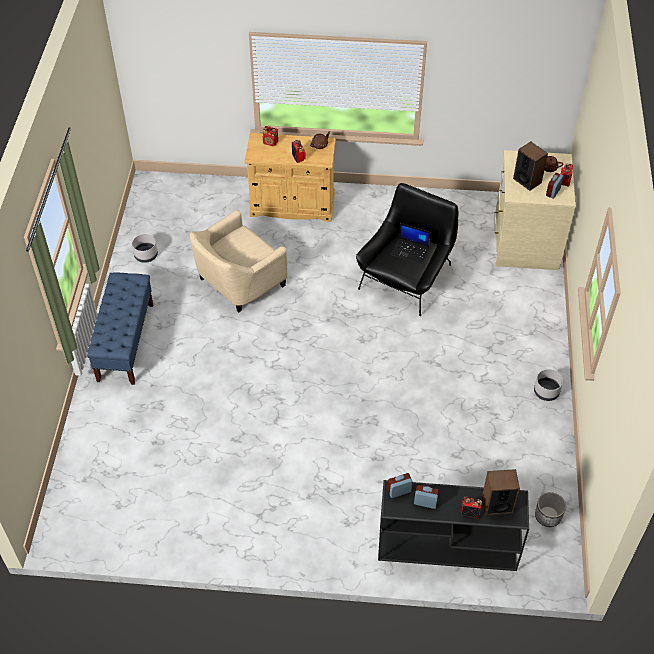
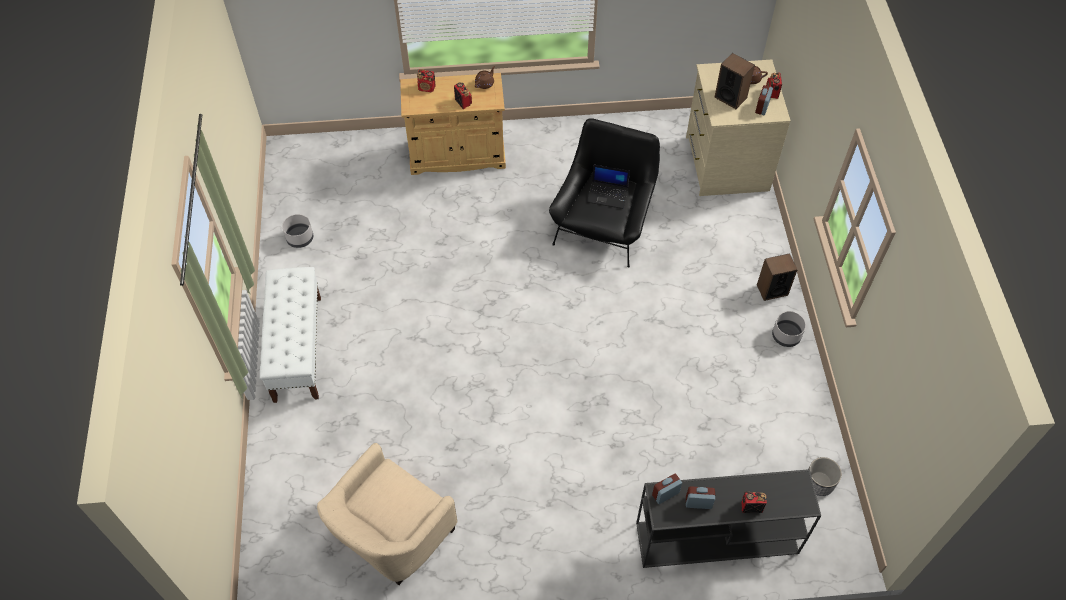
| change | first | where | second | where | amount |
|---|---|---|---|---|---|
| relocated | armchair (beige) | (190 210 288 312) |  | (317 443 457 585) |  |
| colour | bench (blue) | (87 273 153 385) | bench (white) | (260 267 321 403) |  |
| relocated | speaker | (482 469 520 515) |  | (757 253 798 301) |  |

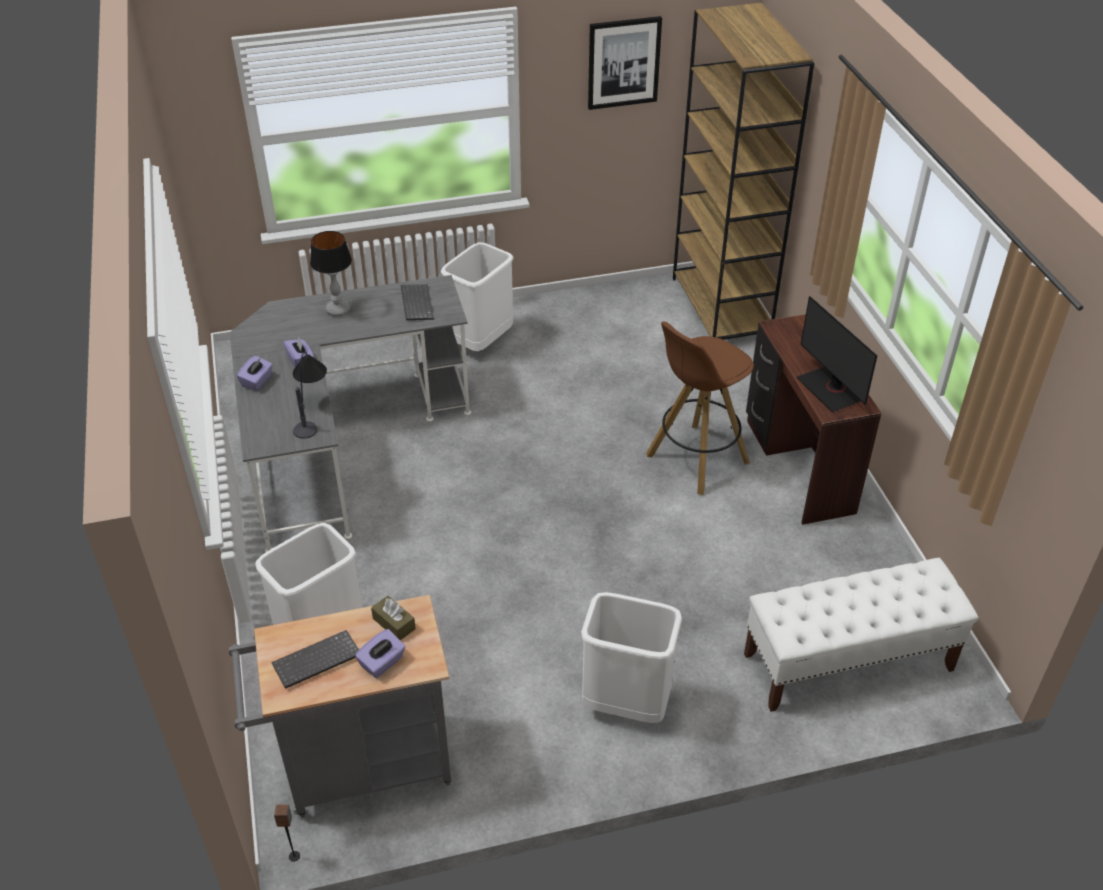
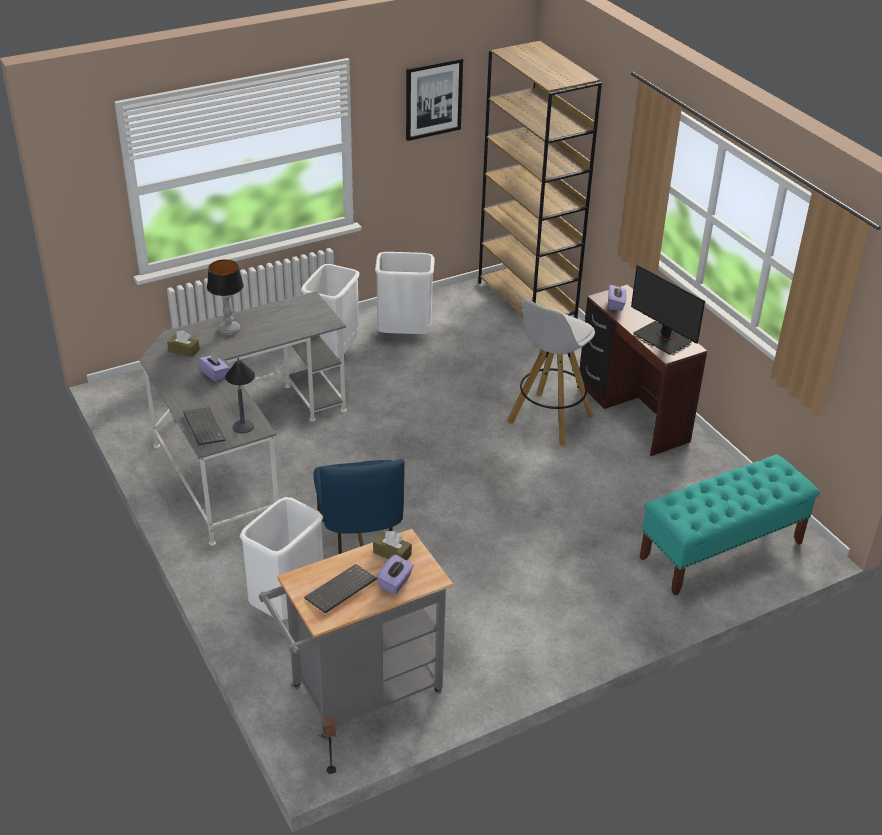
| change | first | where | second | where | amount |
|---|---|---|---|---|---|
| relocated | keyboard | (401 284 434 320) |  | (183 407 225 445) |  |
| colour | stool (brown) | (646 321 754 495) | stool (white) | (507 299 595 446) |  |
| relocated | tissue box (purple) | (237 355 273 391) |  | (608 285 626 311) |  |
| colour | bench (white) | (744 558 978 712) | bench (turquoise) | (639 454 820 595) |  |
| relocated | trash can (white) | (581 592 682 723) |  | (375 252 435 334) |  |
| appeared |  |  | tissue box (brown) | (167 330 200 357) |  |
| appeared |  |  | chair (blue) | (314 459 405 554) |  |

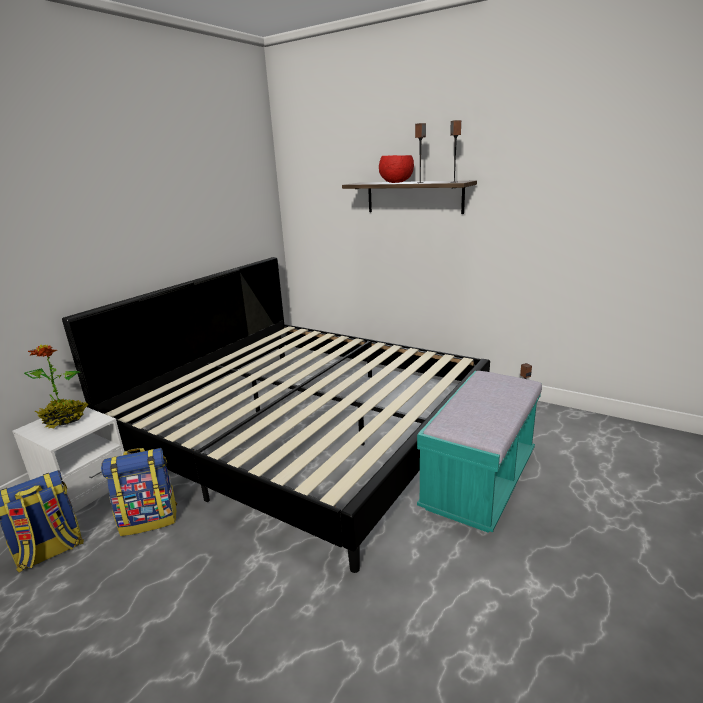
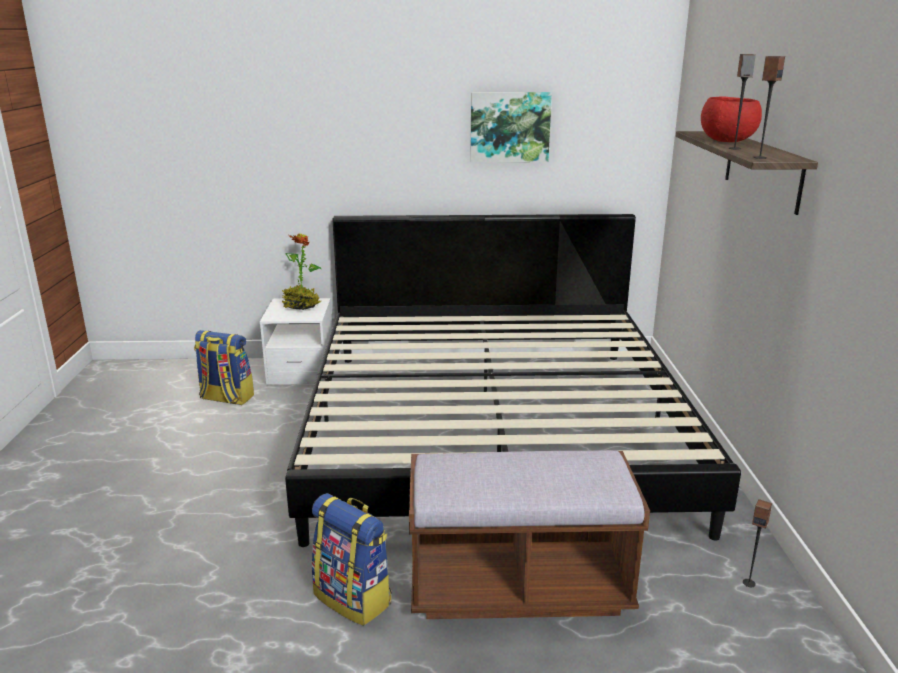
| change | first | where | second | where | amount |
|---|---|---|---|---|---|
| colour | bench (turquoise) | (417 371 542 533) | bench (brown) | (409 450 650 619) |  |
| relocated | backpack | (101 448 177 536) |  | (312 493 392 626) |  |
| appeared |  |  | picture | (470 92 552 163) |  |

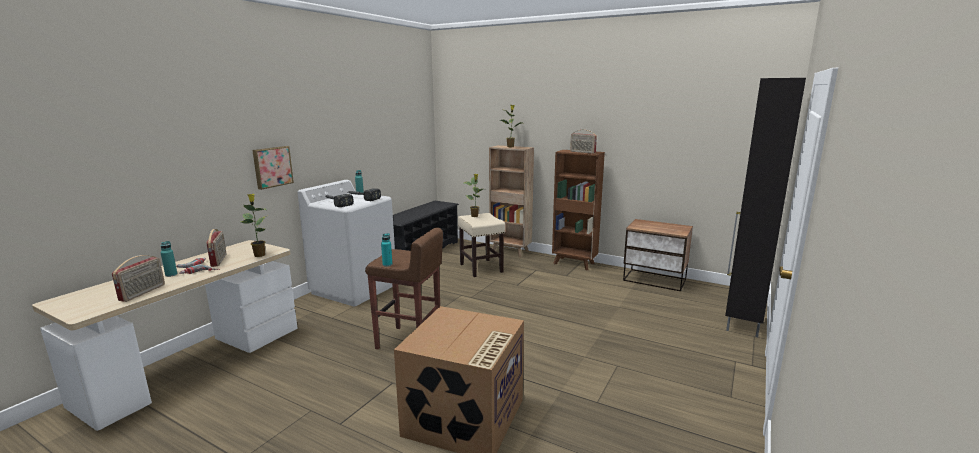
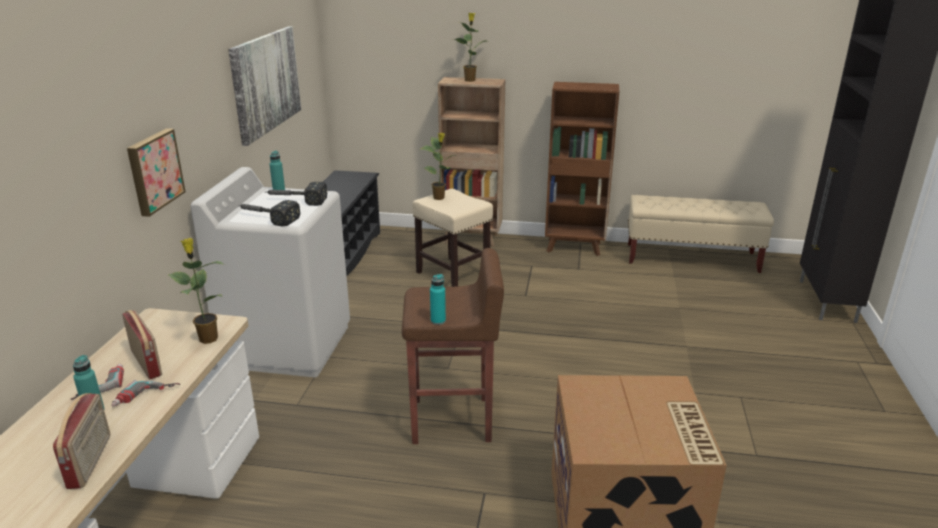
| change | first | where | second | where | amount |
|---|---|---|---|---|---|
| missing | radio | (570 130 597 154) |  |  |  |
| exchanged | nightstand | (623 219 693 291) | bench (beige) | (628 195 774 273) |  |
| appeared |  |  | picture | (228 26 301 146) |  |

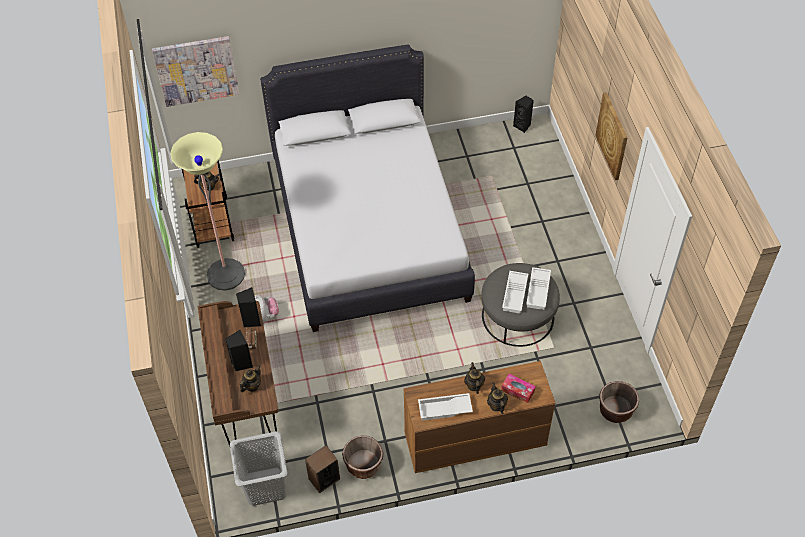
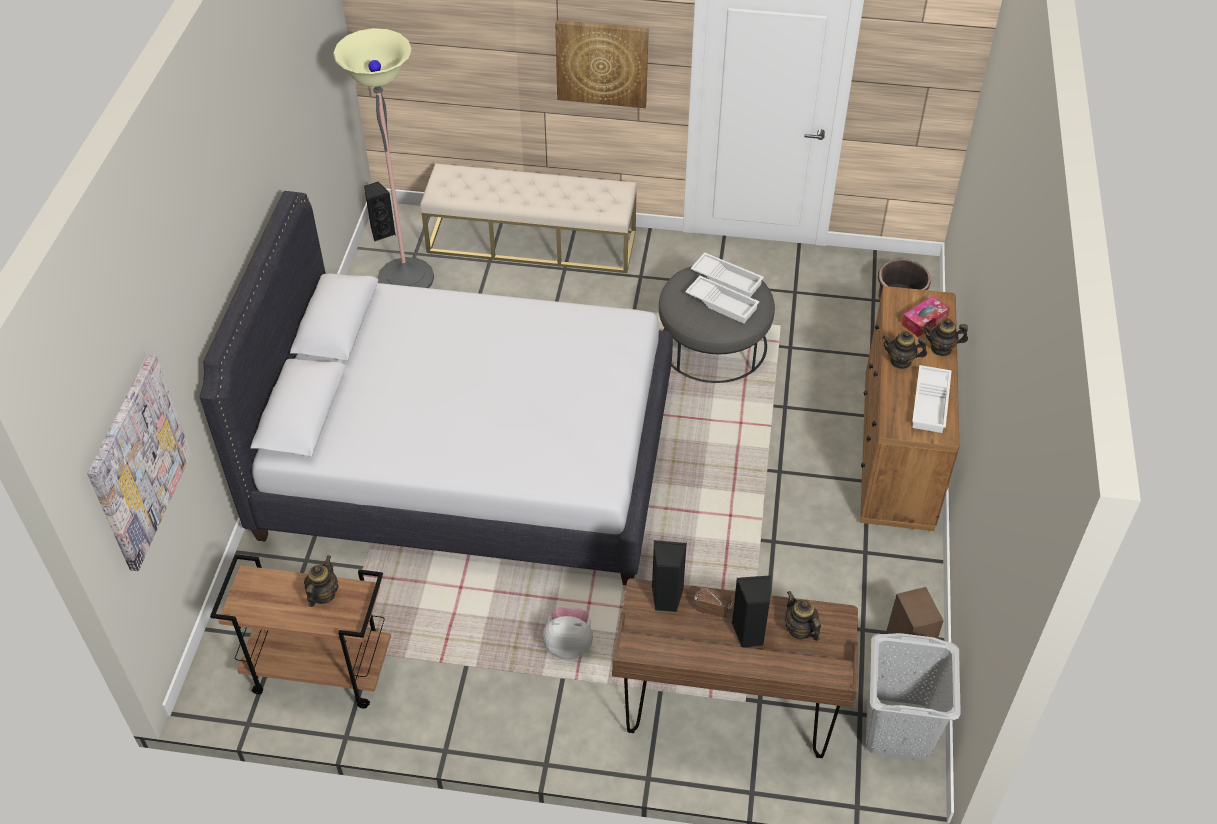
| change | first | where | second | where | amount |
|---|---|---|---|---|---|
| relocated | floor lamp | (170 132 245 291) |  | (333 28 434 288) |  |
| missing | planter (brown) | (342 436 383 479) |  |  |  |
| appeared |  |  | bench (beige) | (420 164 637 273) |  |

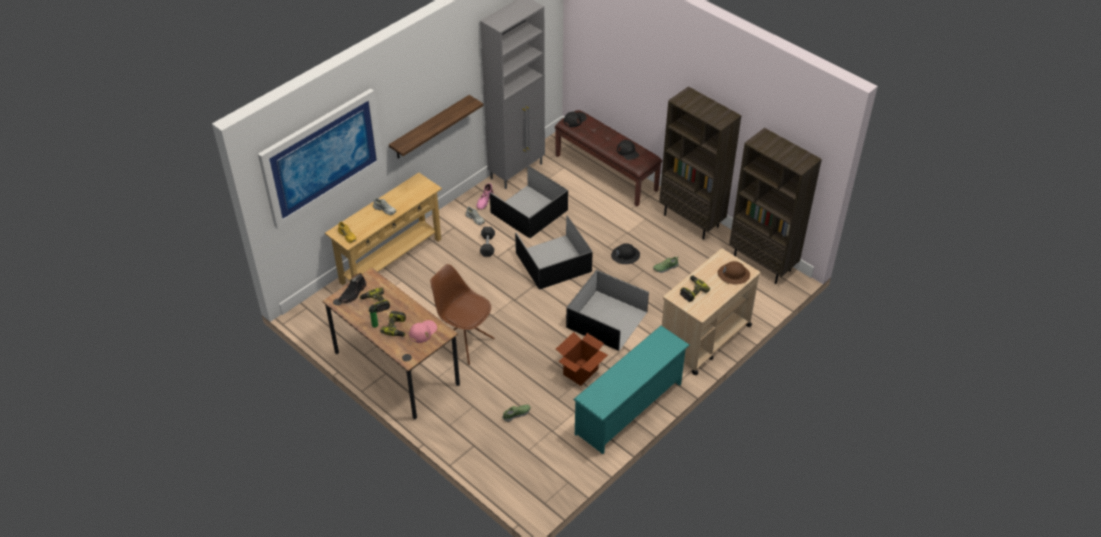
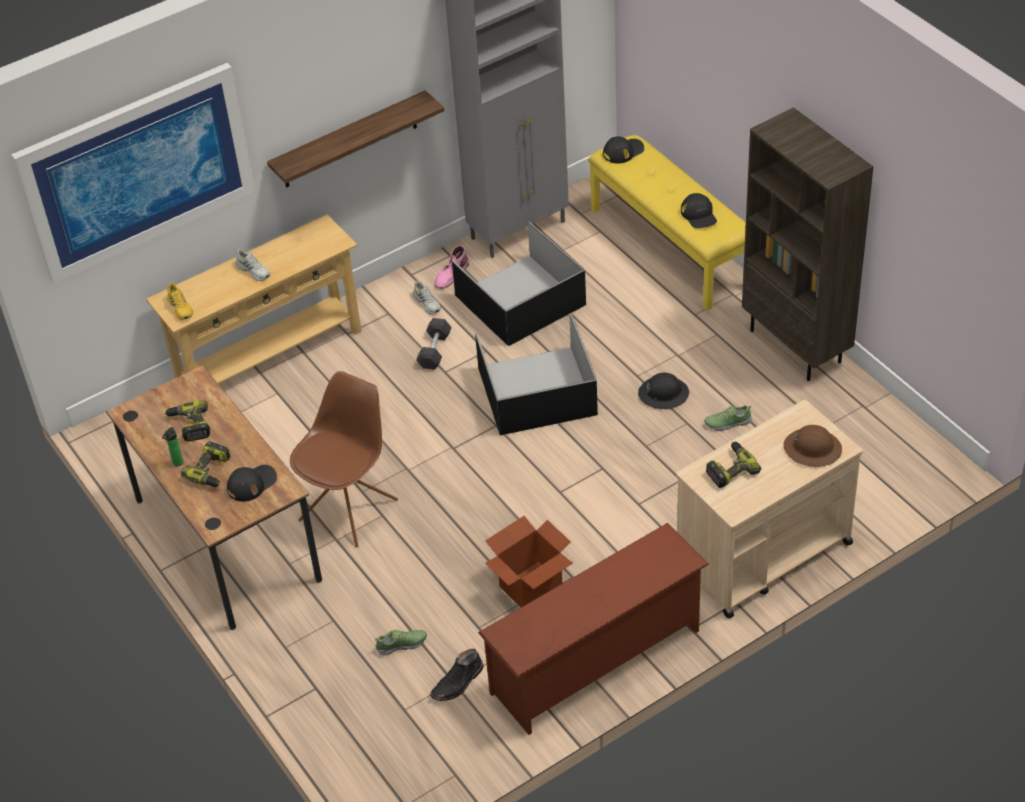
| change | first | where | second | where | amount |
|---|---|---|---|---|---|
| colour | bench (brown) | (555 110 662 206) | bench (yellow) | (588 135 746 311) |  |
| missing | bookcase (brown) | (729 128 822 284) |  |  |  |
| spun | chair (brown) | (430 264 494 365) |  | (290 371 398 547) | 75 degrees clockwise |
| missing | storage box (black) | (566 269 649 351) |  |  |  |
| relocated | boot (black) | (338 273 366 303) |  | (430 649 483 701) |  |
| colour | cap (pink) | (409 320 437 343) | cap (black) | (227 465 277 502) |  |
| colour | shoe rack (turquoise) | (573 326 690 454) | shoe rack (brown) | (478 523 709 735) |  |

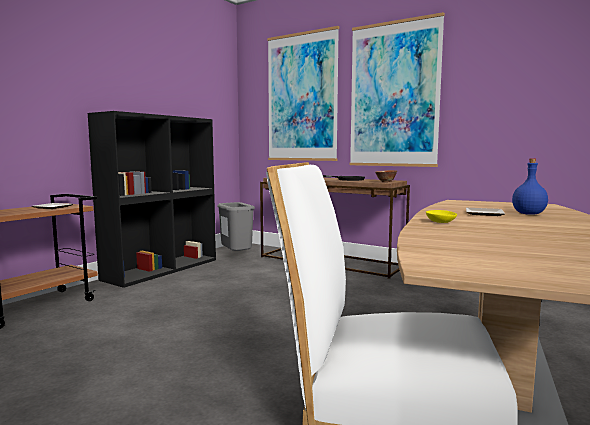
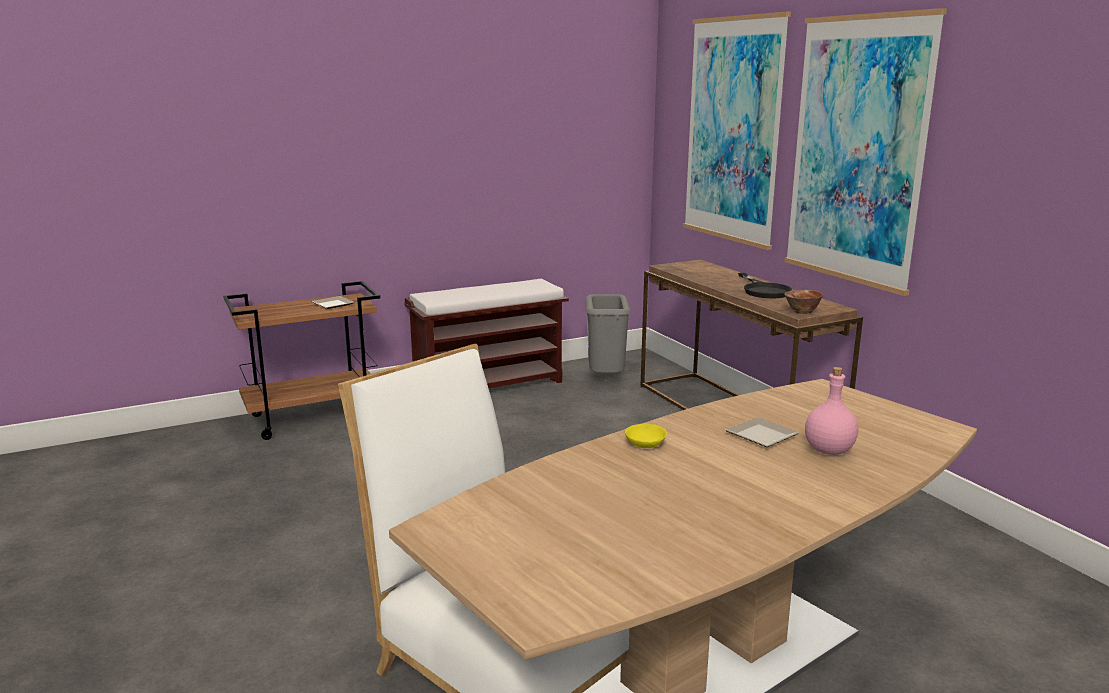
| change | first | where | second | where | amount |
|---|---|---|---|---|---|
| exchanged | bookcase (black) | (88 111 216 288) | bench (brown) | (404 279 569 388) |  |
| colour | bottle (blue) | (512 159 548 215) | bottle (pink) | (805 367 858 455) |  |

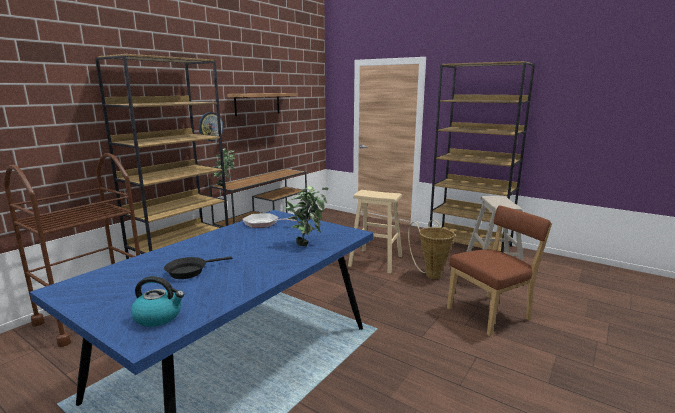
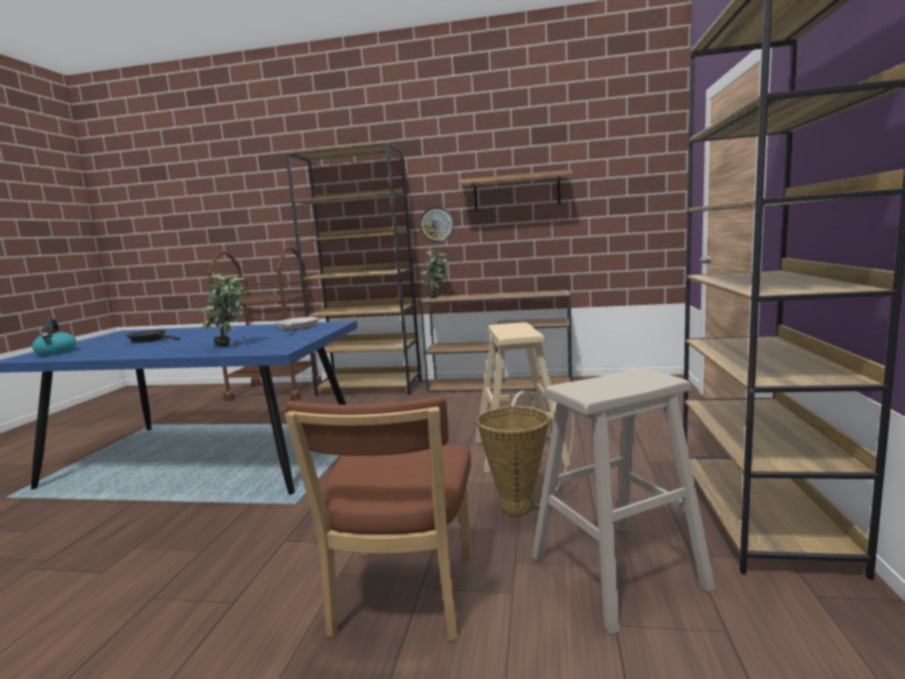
| change | first | where | second | where | amount |
|---|---|---|---|---|---|
| spun | chair (brown) | (447 205 552 336) |  | (285 397 471 641) | 60 degrees clockwise |

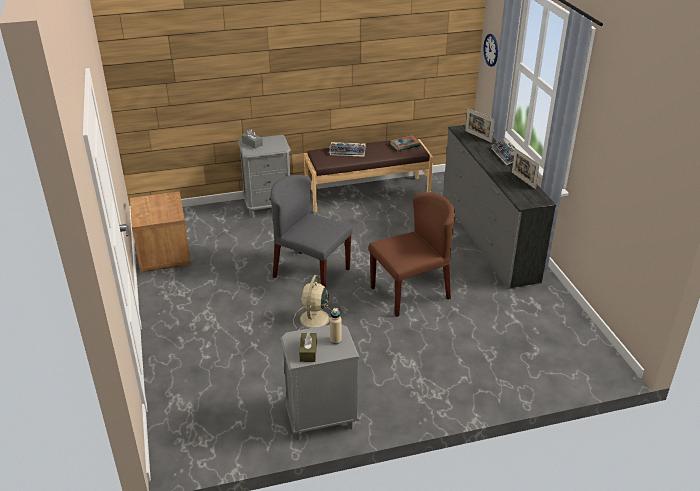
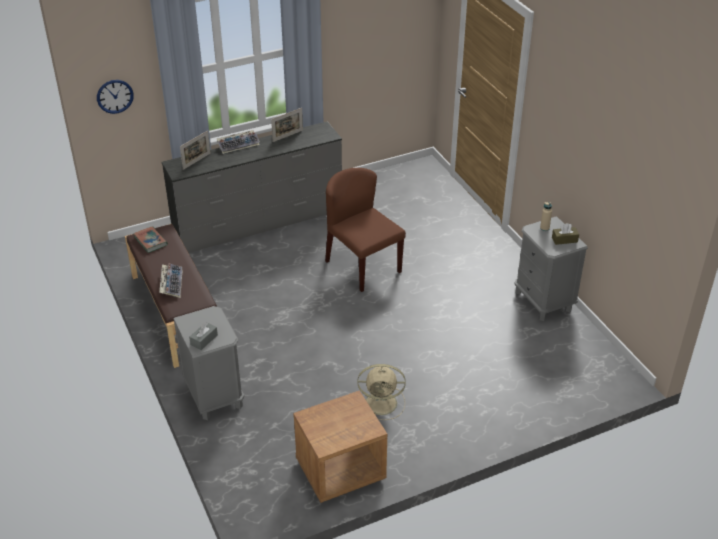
| change | first | where | second | where | amount |
|---|---|---|---|---|---|
| missing | chair (grey) | (270 175 353 288) |  |  |  |
| relocated | fan (beige) | (293 275 332 330) |  | (358 364 406 420) |  |

